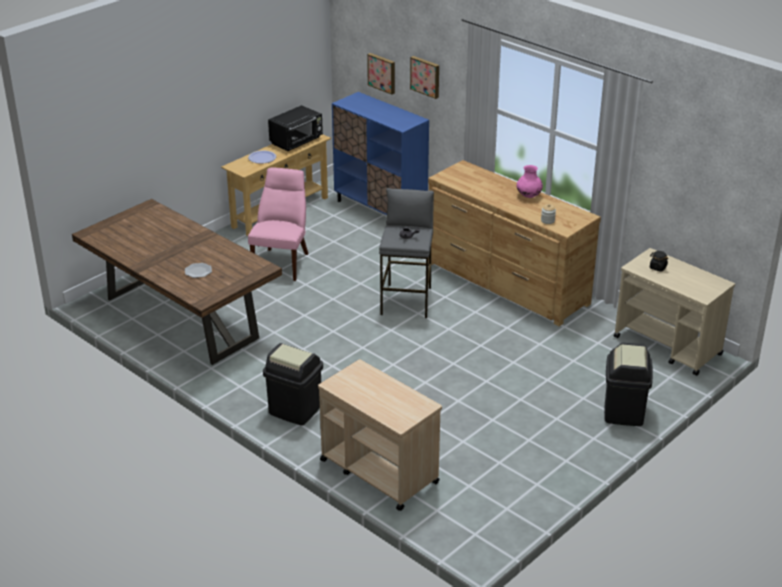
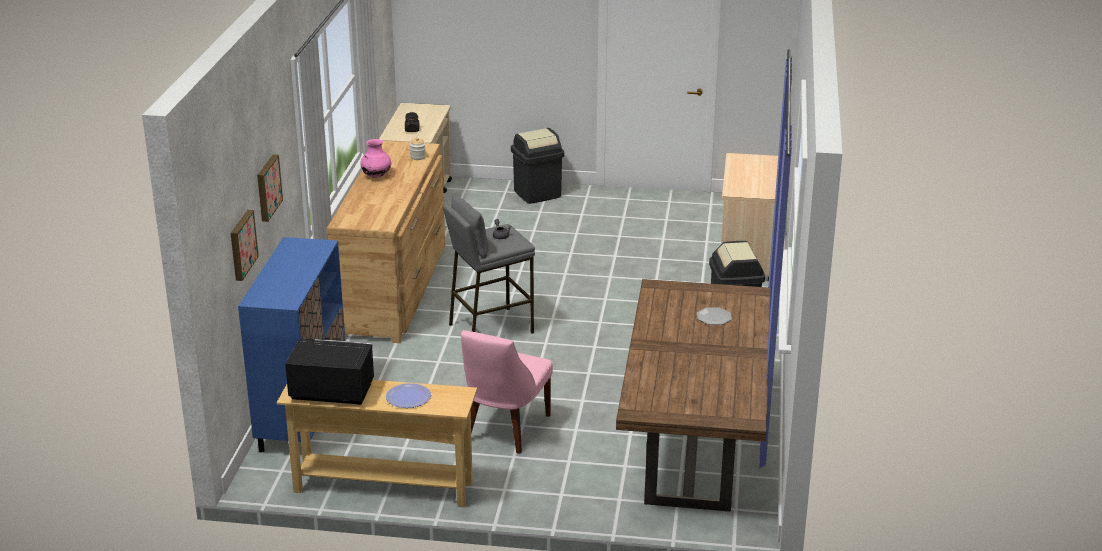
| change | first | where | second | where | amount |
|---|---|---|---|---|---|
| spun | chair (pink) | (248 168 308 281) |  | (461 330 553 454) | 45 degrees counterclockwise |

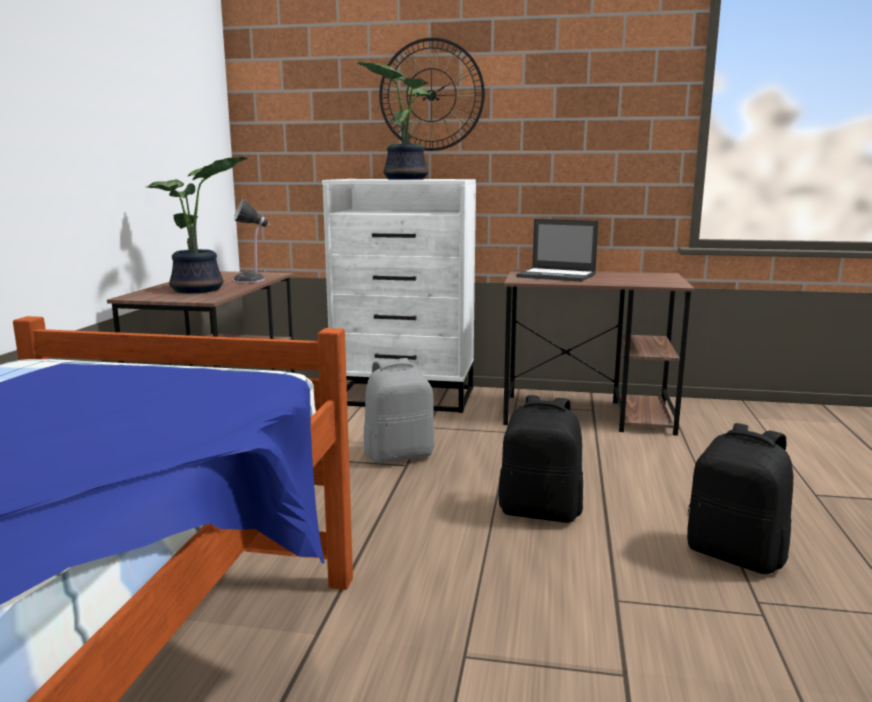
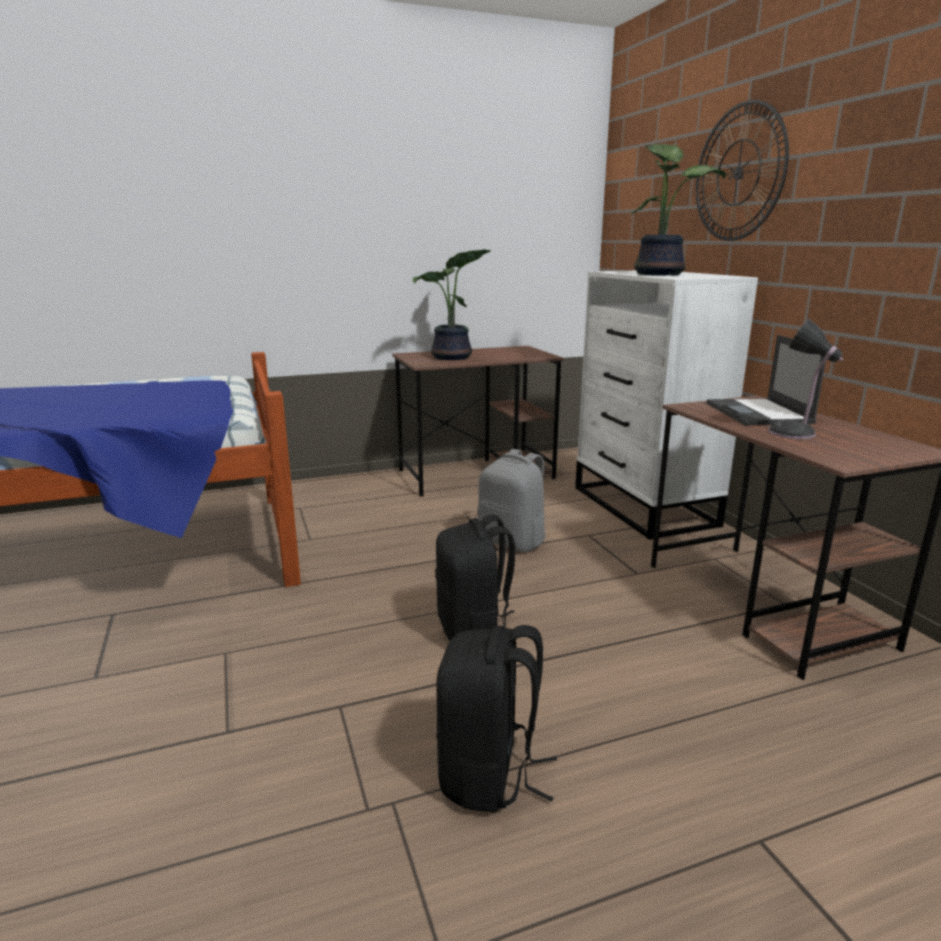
| change | first | where | second | where | amount |
|---|---|---|---|---|---|
| relocated | table lamp | (233 200 269 283) |  | (768 319 843 439) |  |

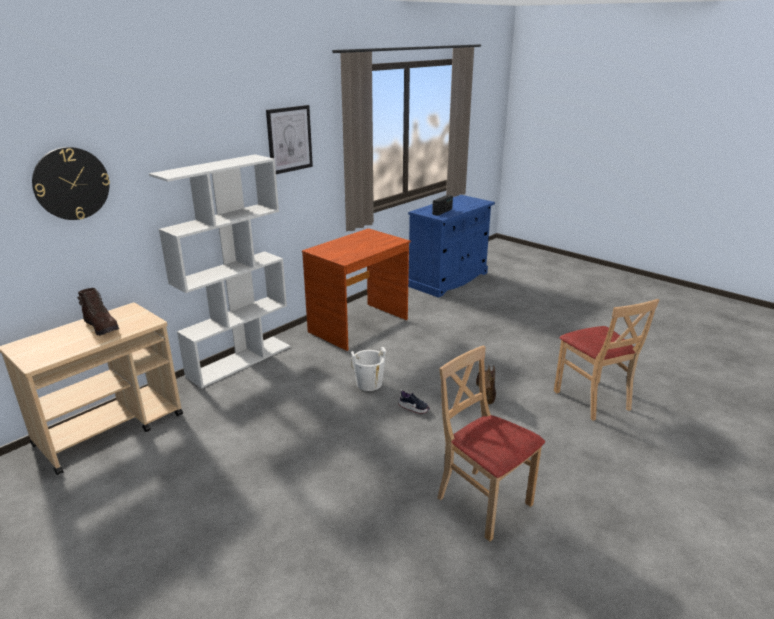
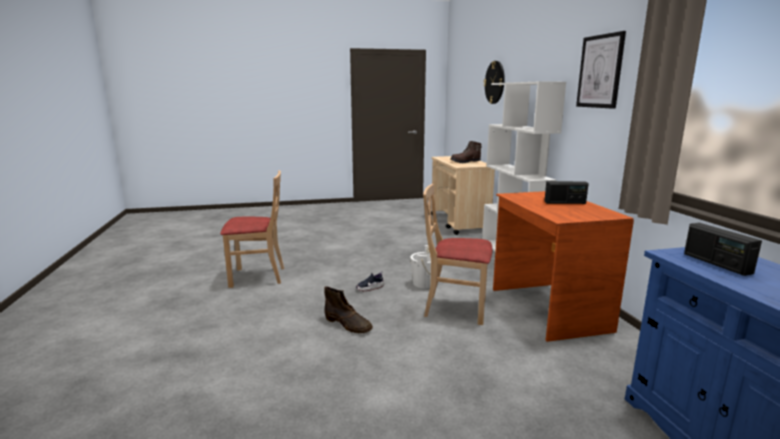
| change | first | where | second | where | amount |
|---|---|---|---|---|---|
| relocated | chair (beige) | (554 299 659 421) |  | (423 184 492 325) |  |
| appeared |  |  | radio | (544 181 589 204) |  |

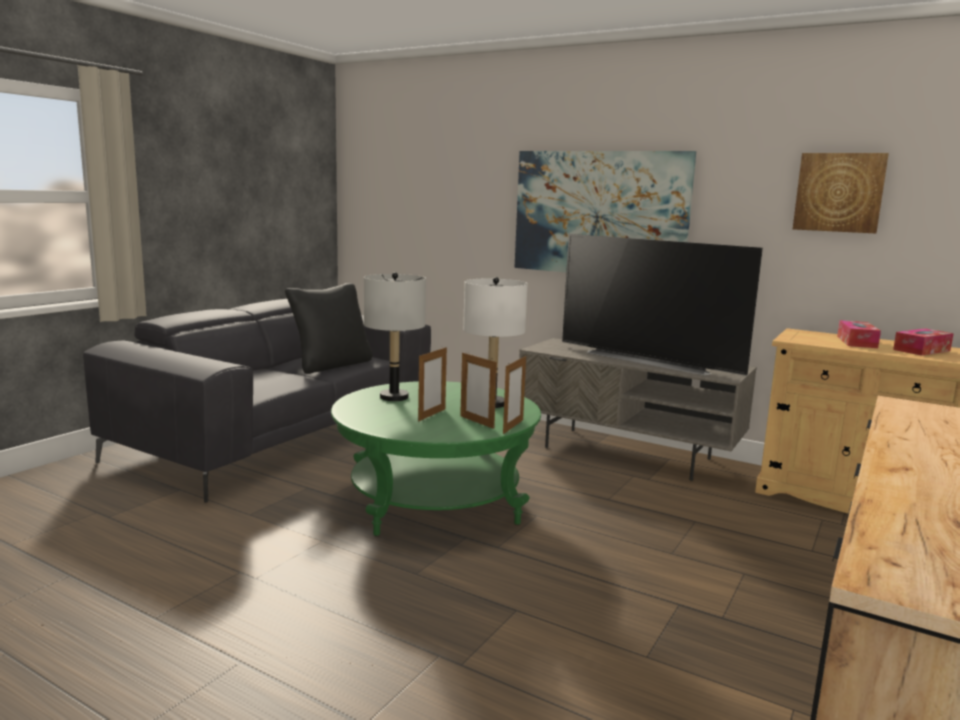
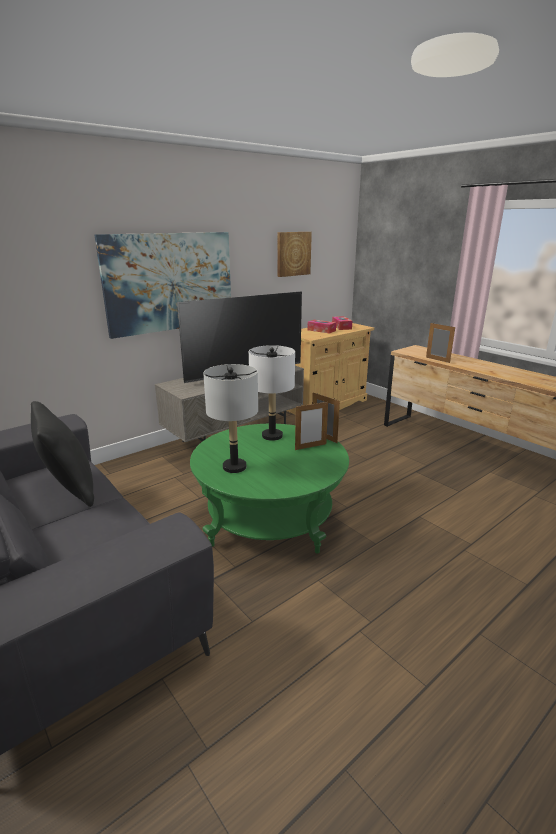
| change | first | where | second | where | amount |
|---|---|---|---|---|---|
| relocated | picture frame | (418 346 447 421) |  | (426 323 455 363) |  |

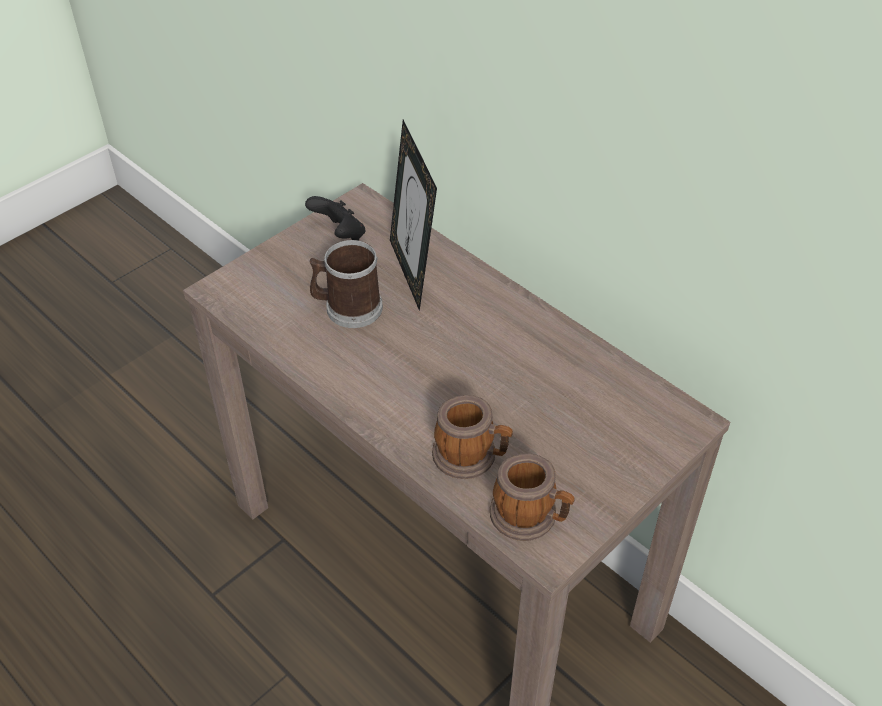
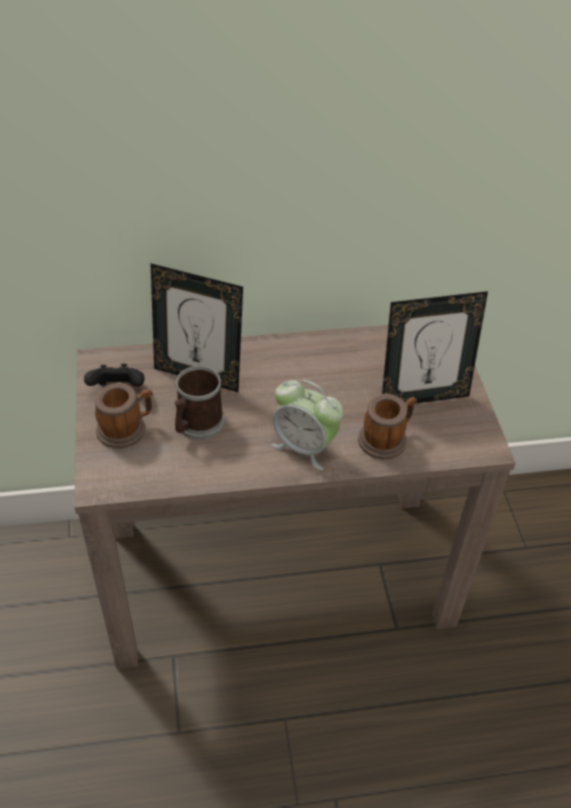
| change | first | where | second | where | amount |
|---|---|---|---|---|---|
| relocated | mug | (490 453 575 541) |  | (95 383 153 448) |  |
| appeared |  |  | picture frame | (382 291 488 404) |  |
| appeared |  |  | alarm clock | (271 380 343 470) |  |

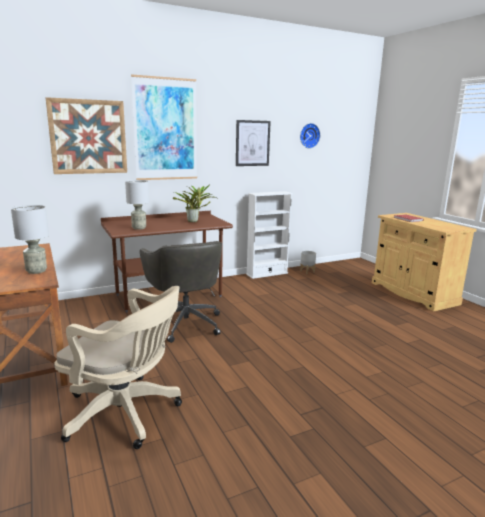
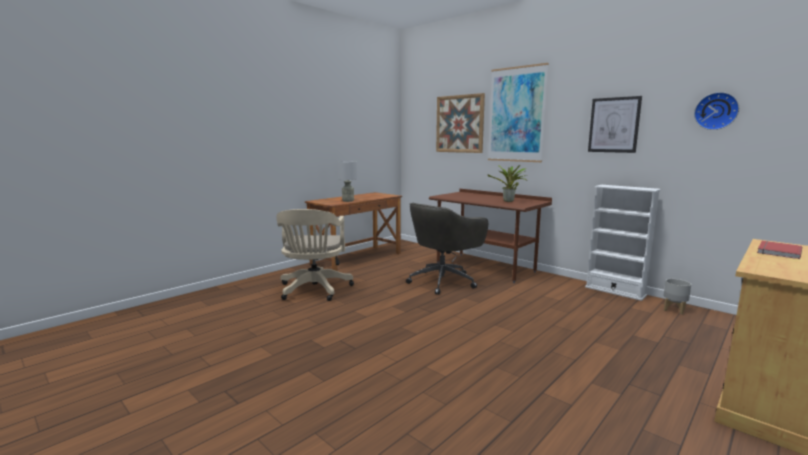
| change | first | where | second | where | amount |
|---|---|---|---|---|---|
| missing | table lamp (grey) | (125 180 149 230) |  |  |  |

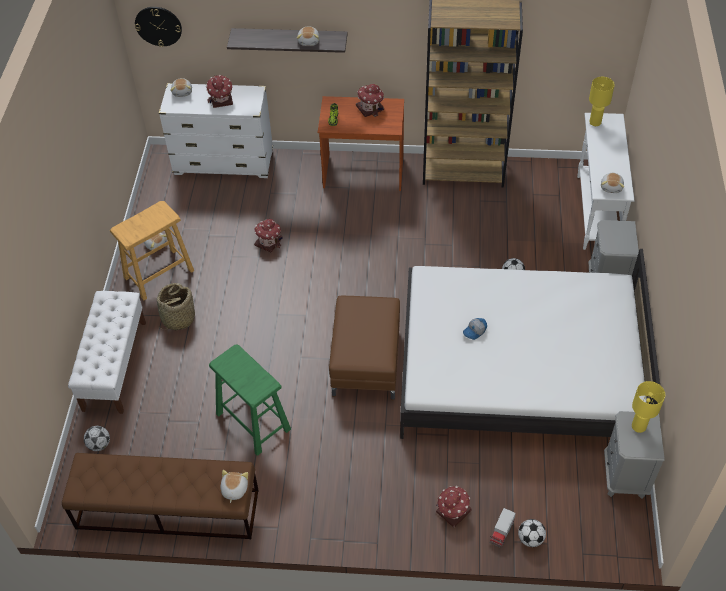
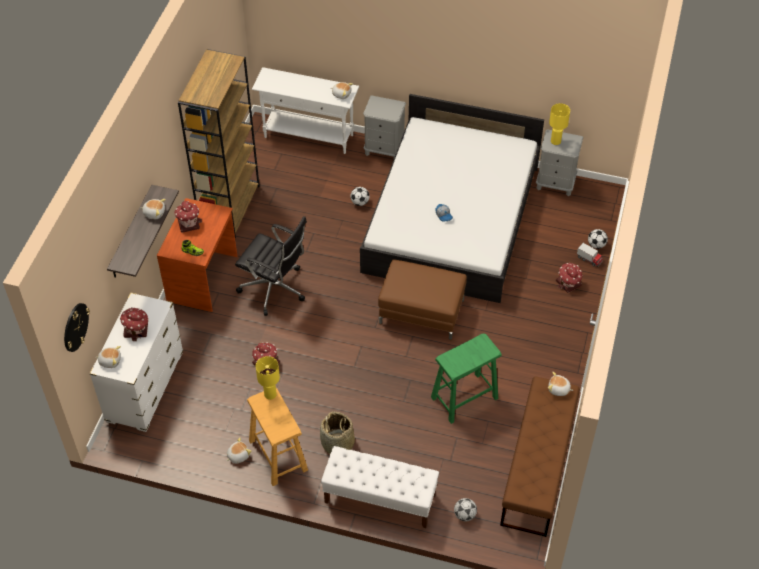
| change | first | where | second | where | amount |
|---|---|---|---|---|---|
| relocated | table lamp (yellow) | (589 77 615 126) |  | (256 356 280 400) |  |
| appeared |  |  | office chair (black) | (235 216 307 316) |  |

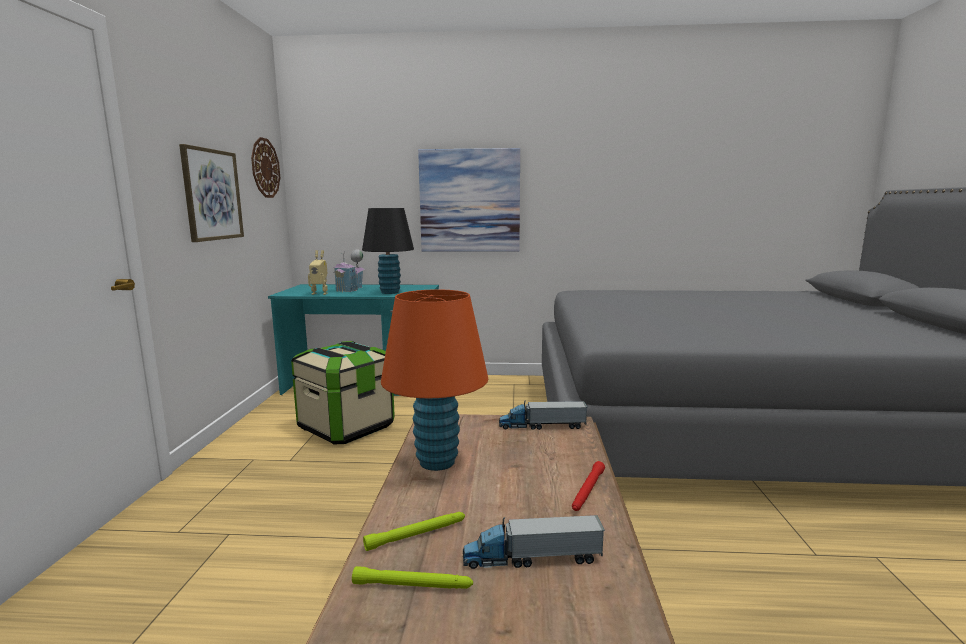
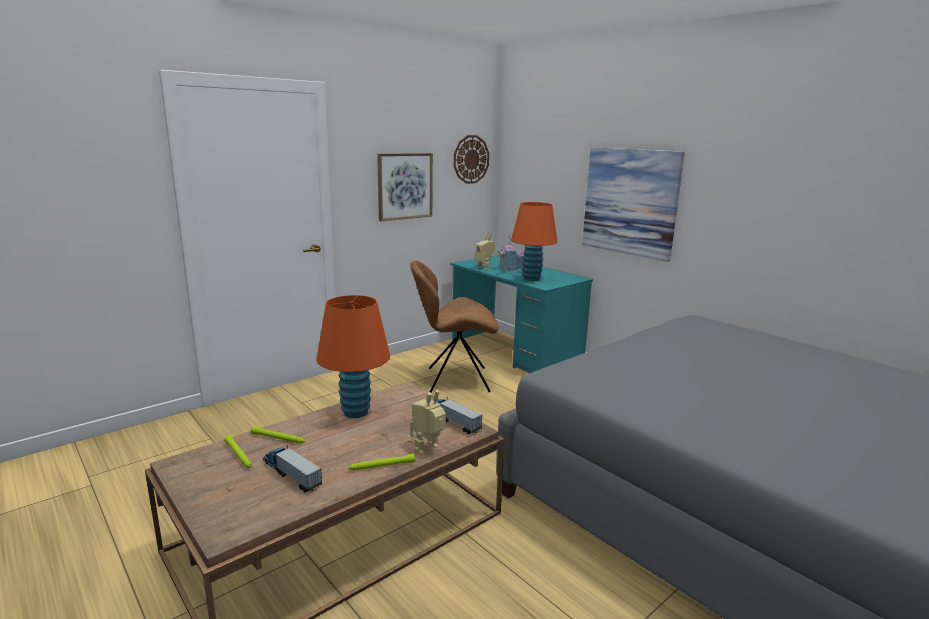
| change | first | where | second | where | amount |
|---|---|---|---|---|---|
| colour | table lamp (black) | (362 208 414 294) | table lamp (orange) | (511 202 557 281) |  |
| exchanged | storage box | (291 341 395 445) | chair (brown) | (410 261 498 393) |  |
| colour | flashlight (red) | (572 461 605 511) | flashlight (green) | (349 454 415 470) |  |
| appeared |  |  | toy robot | (410 390 446 454) |  |

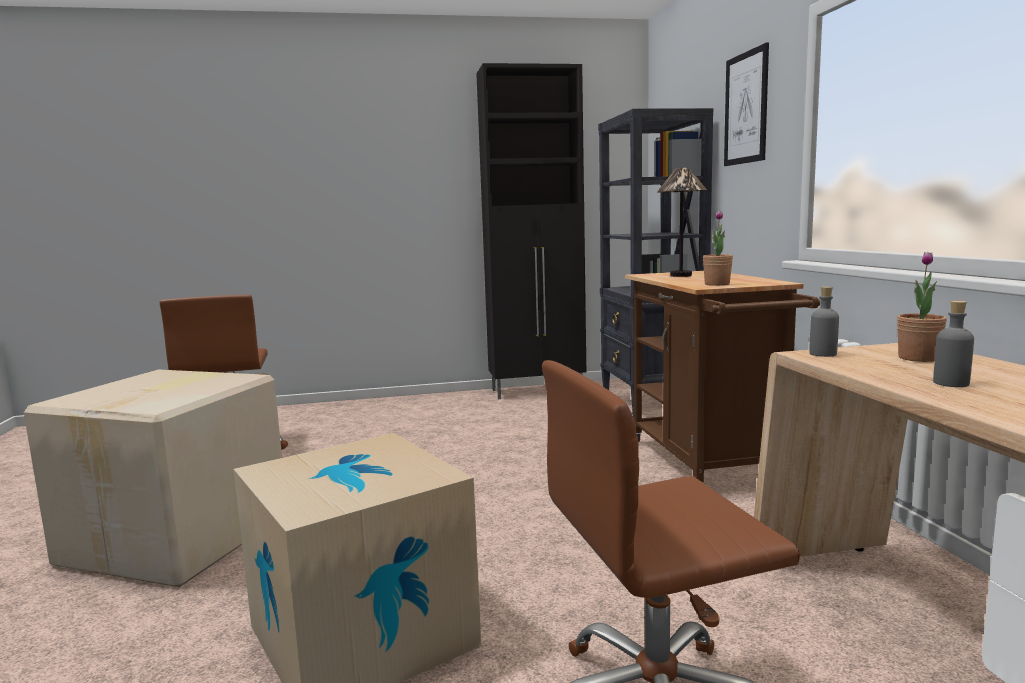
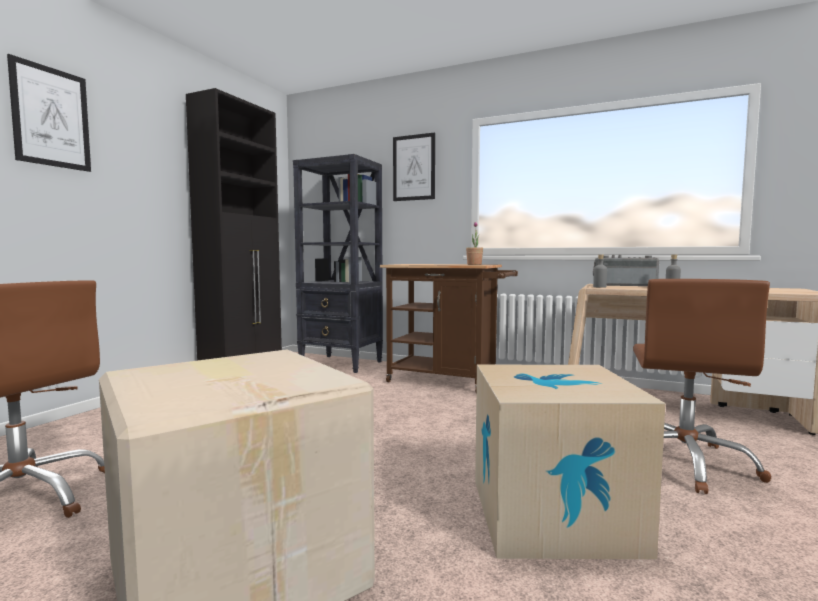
| change | first | where | second | where | amount |
|---|---|---|---|---|---|
| missing | table lamp | (657 168 707 277) |  |  |  |
| exchanged | potted plant | (897 252 947 362) | radio | (593 255 659 286) |  |
| appeared |  |  | picture | (7 54 91 172) |  |

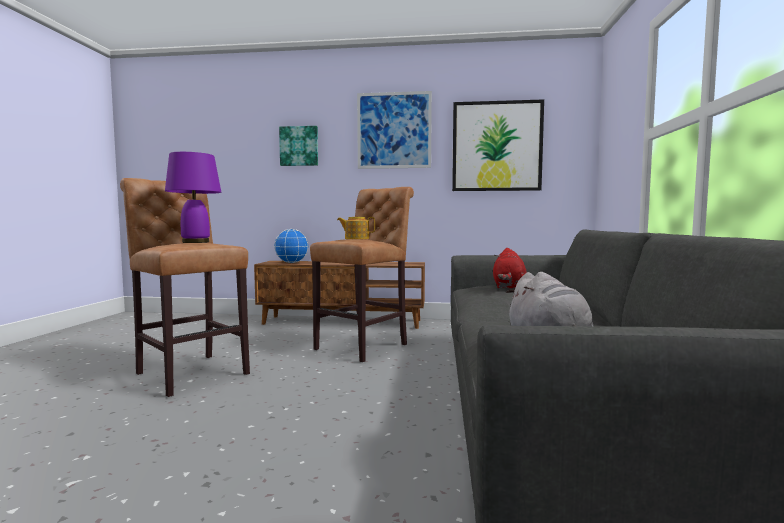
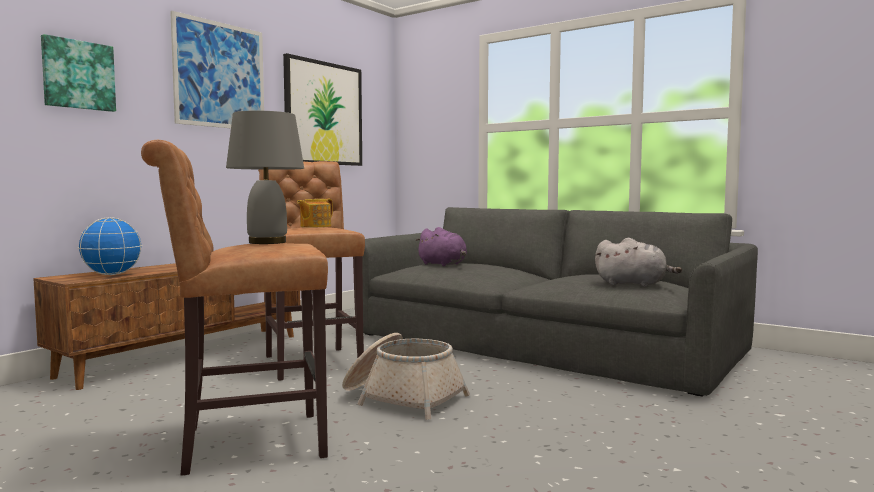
| change | first | where | second | where | amount |
|---|---|---|---|---|---|
| colour | table lamp (purple) | (165 152 221 243) | table lamp (grey) | (226 111 304 244) |  |
| colour | plush toy (red) | (493 248 527 289) | plush toy (purple) | (415 227 467 266) |  |
| appeared |  |  | basket | (342 333 470 420) |  |

